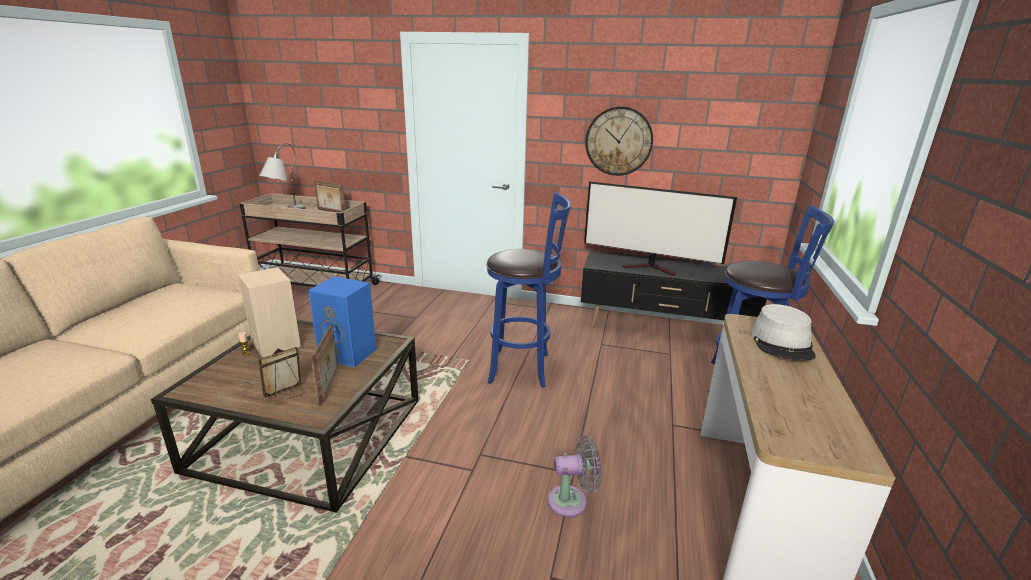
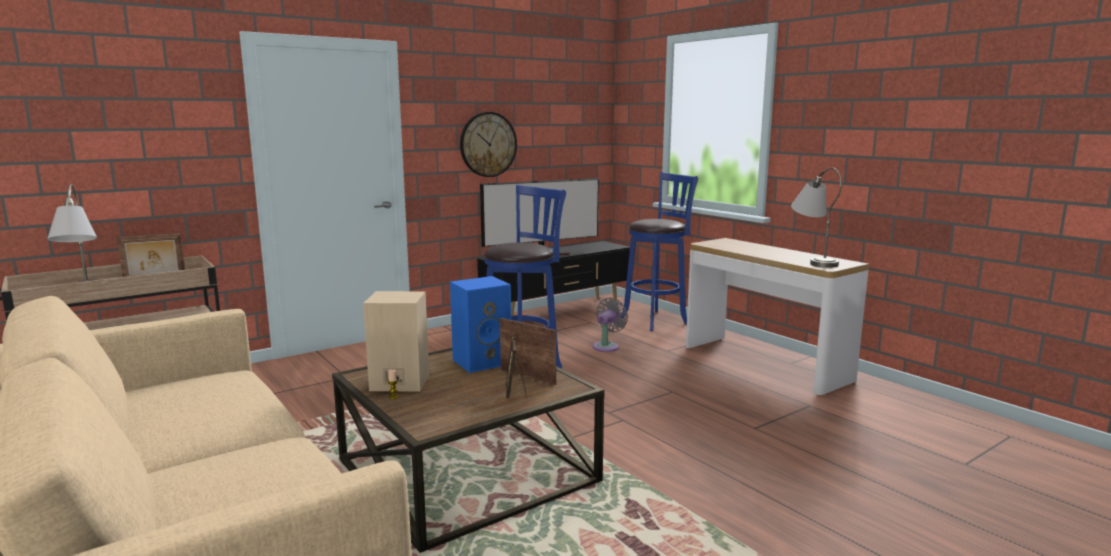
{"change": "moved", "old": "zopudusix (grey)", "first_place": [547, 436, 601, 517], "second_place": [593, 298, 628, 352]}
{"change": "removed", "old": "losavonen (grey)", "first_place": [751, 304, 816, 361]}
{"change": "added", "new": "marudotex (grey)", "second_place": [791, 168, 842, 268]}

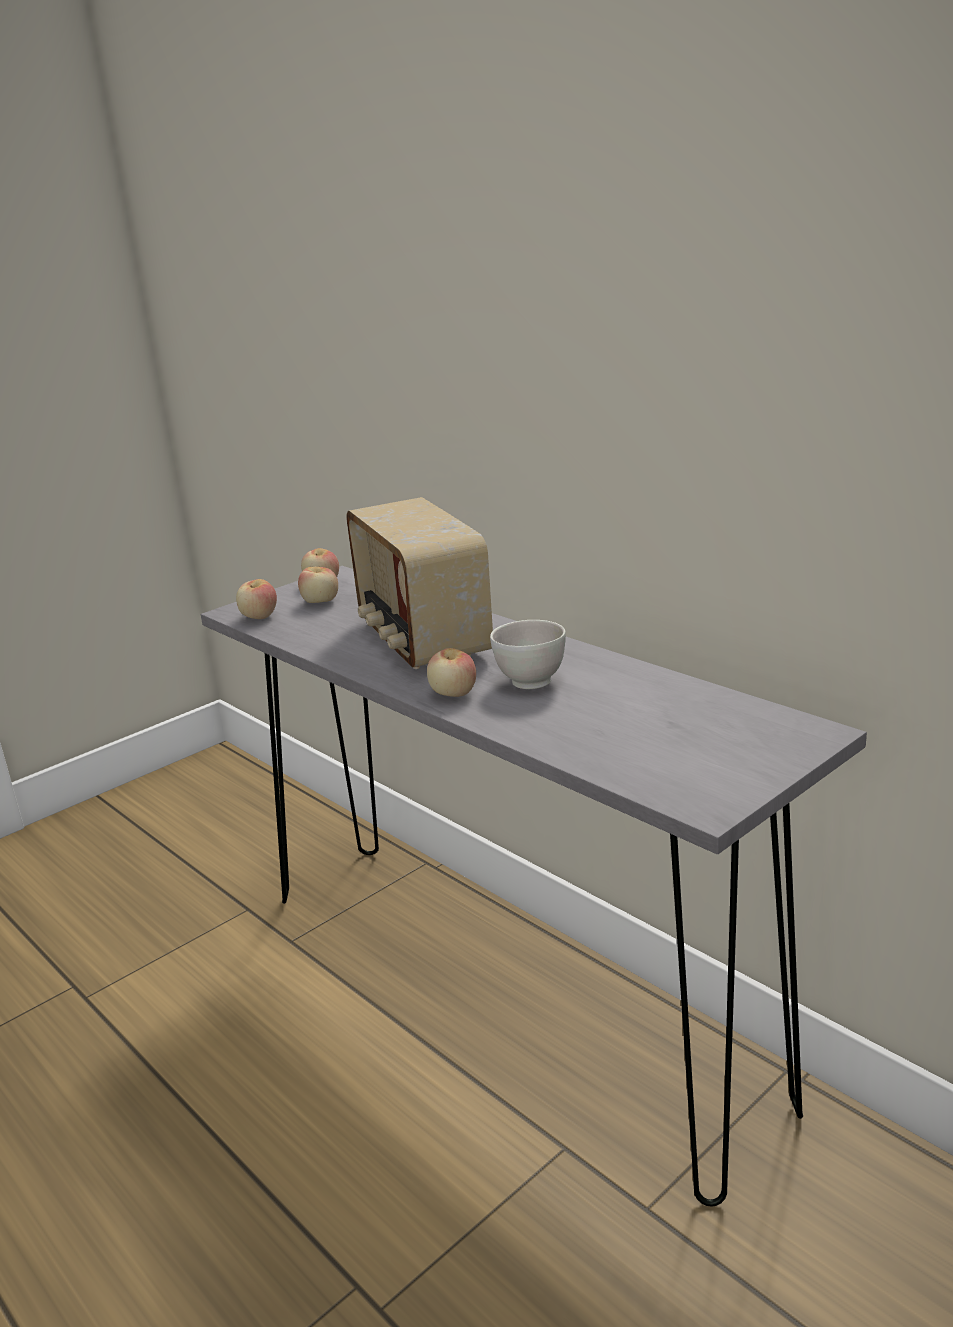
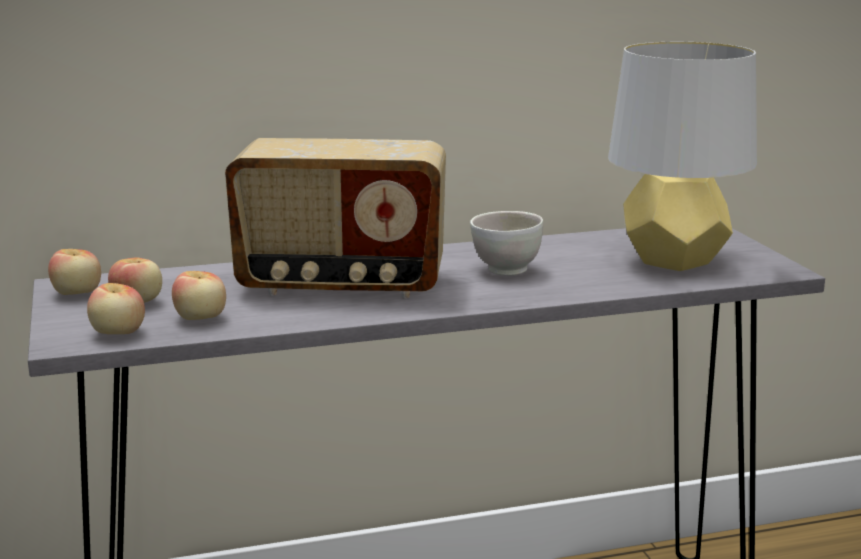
{"change": "moved", "old": "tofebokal", "first_place": [427, 648, 476, 697], "second_place": [172, 271, 226, 320]}
{"change": "added", "new": "marudotex (grey)", "second_place": [608, 42, 757, 271]}

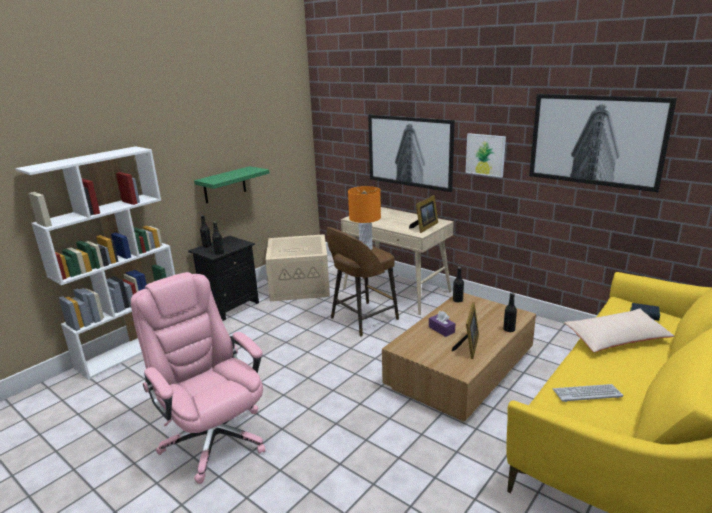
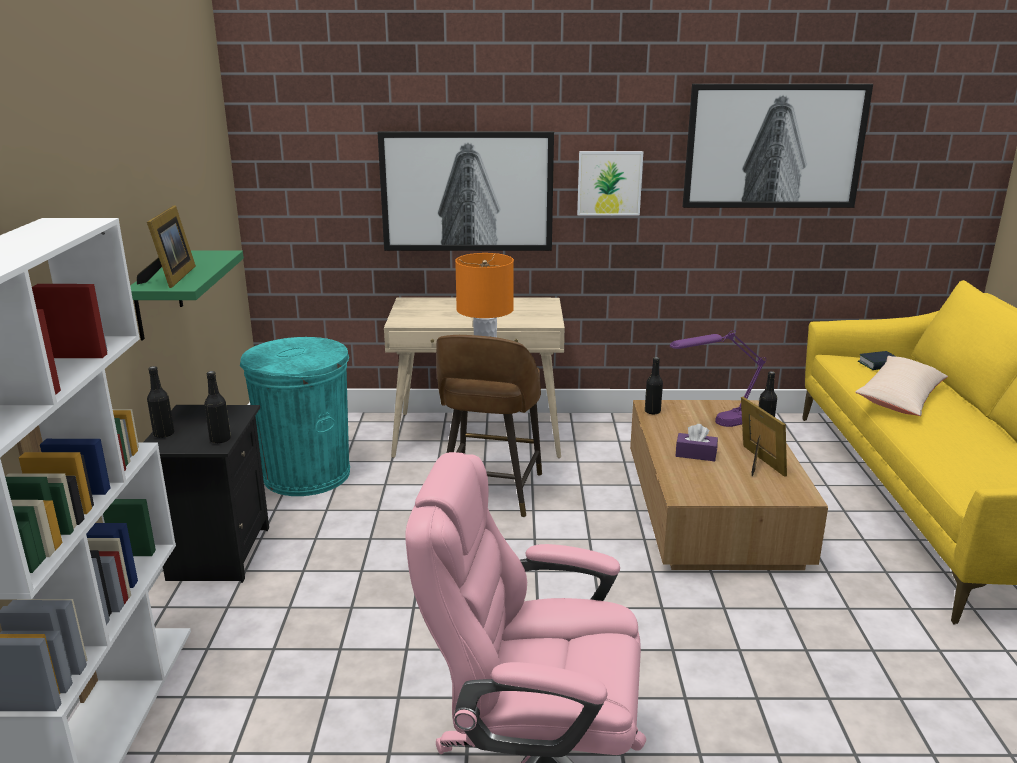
{"change": "replaced", "old": "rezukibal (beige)", "new": "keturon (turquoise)", "first_place": [265, 234, 330, 301], "second_place": [239, 337, 350, 496]}
{"change": "moved", "old": "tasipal", "first_place": [409, 195, 438, 233], "second_place": [137, 205, 196, 288]}
{"change": "removed", "old": "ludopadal", "first_place": [552, 384, 623, 402]}
{"change": "added", "new": "marudotex (purple)", "second_place": [670, 330, 766, 427]}

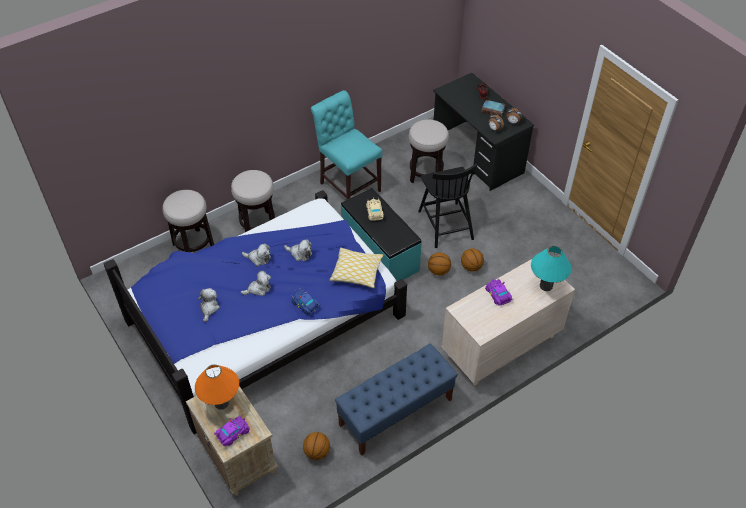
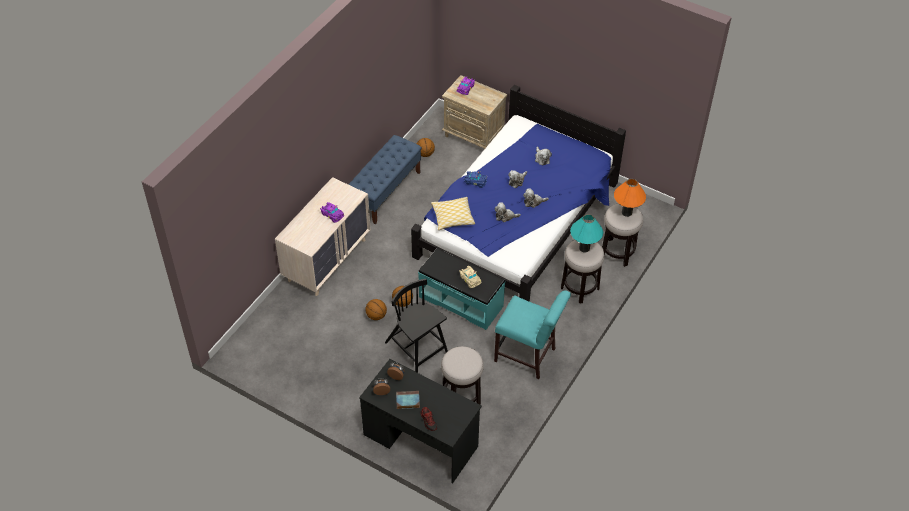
{"change": "moved", "old": "marudotex (orange)", "first_place": [195, 364, 239, 410], "second_place": [614, 179, 646, 217]}
{"change": "moved", "old": "marudotex (turquoise)", "first_place": [531, 246, 572, 291], "second_place": [570, 214, 603, 253]}

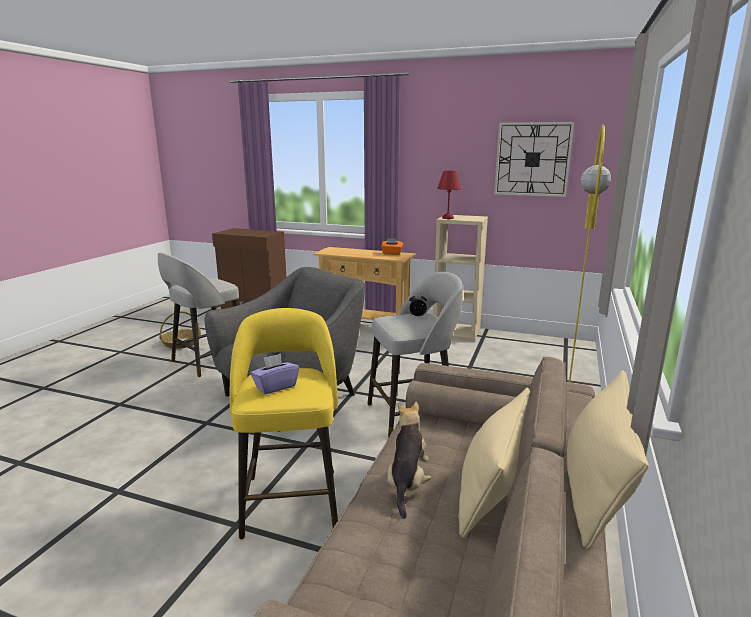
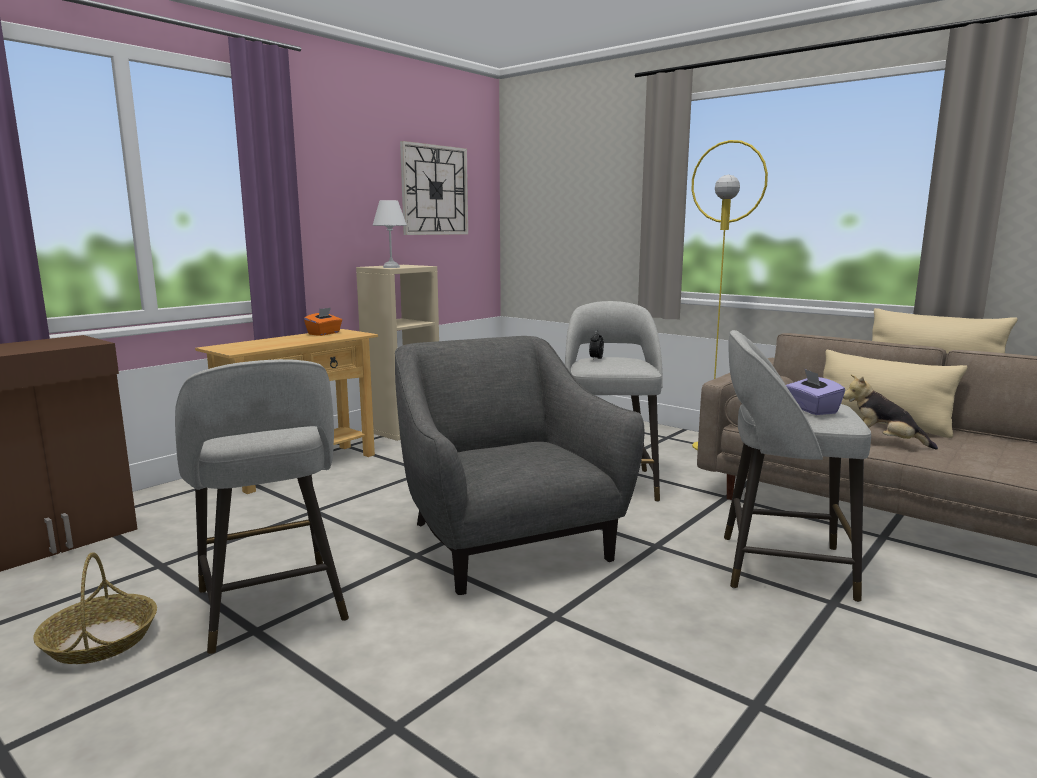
{"change": "recoloured", "old": "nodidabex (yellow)", "new": "nodidabex (grey)", "first_place": [230, 308, 338, 539], "second_place": [724, 330, 871, 602]}
{"change": "recoloured", "old": "marudotex (red)", "new": "marudotex (white)", "first_place": [437, 171, 461, 219], "second_place": [373, 200, 407, 268]}

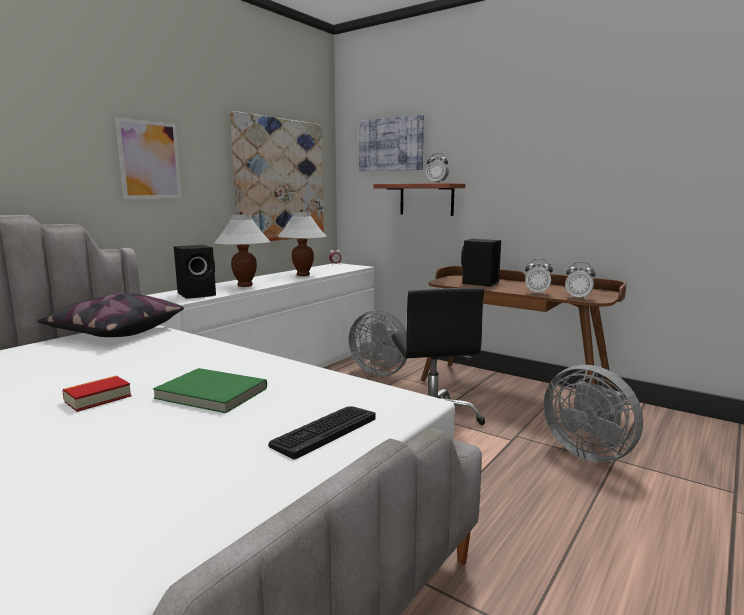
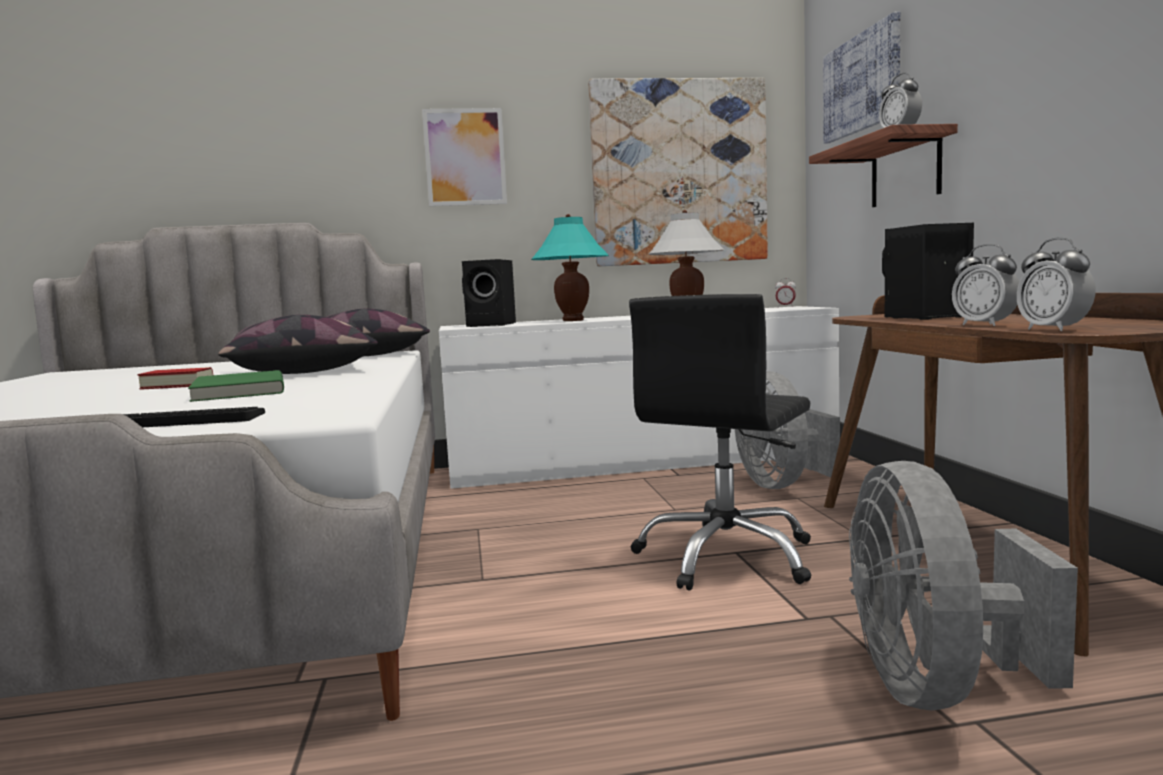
{"change": "recoloured", "old": "marudotex (white)", "new": "marudotex (turquoise)", "first_place": [214, 211, 271, 287], "second_place": [531, 214, 609, 321]}
{"change": "added", "new": "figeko", "second_place": [218, 315, 378, 374]}

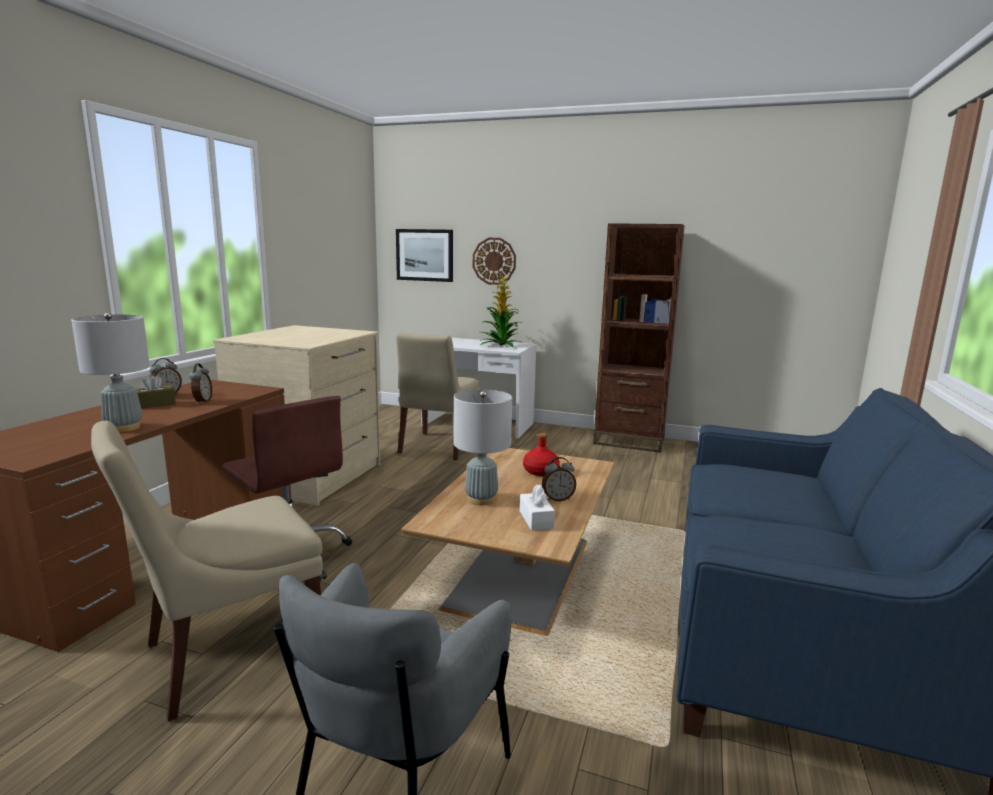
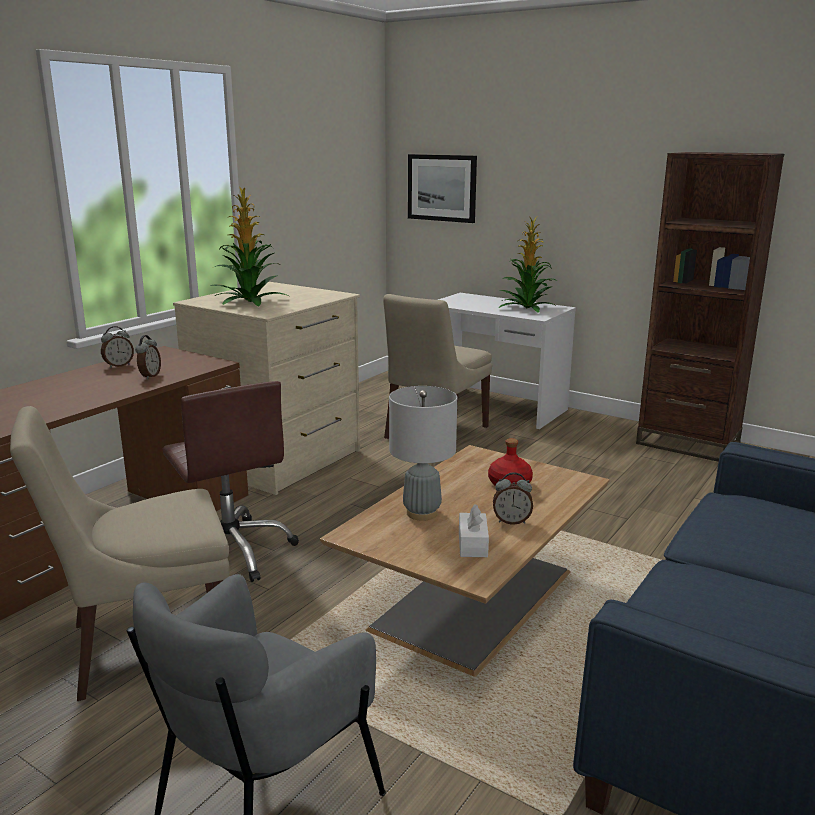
{"change": "removed", "old": "marudotex (grey)", "first_place": [71, 313, 150, 432]}
{"change": "removed", "old": "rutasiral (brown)", "first_place": [136, 374, 176, 408]}
{"change": "removed", "old": "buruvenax", "first_place": [473, 238, 516, 285]}
{"change": "added", "new": "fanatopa", "second_place": [210, 187, 288, 307]}

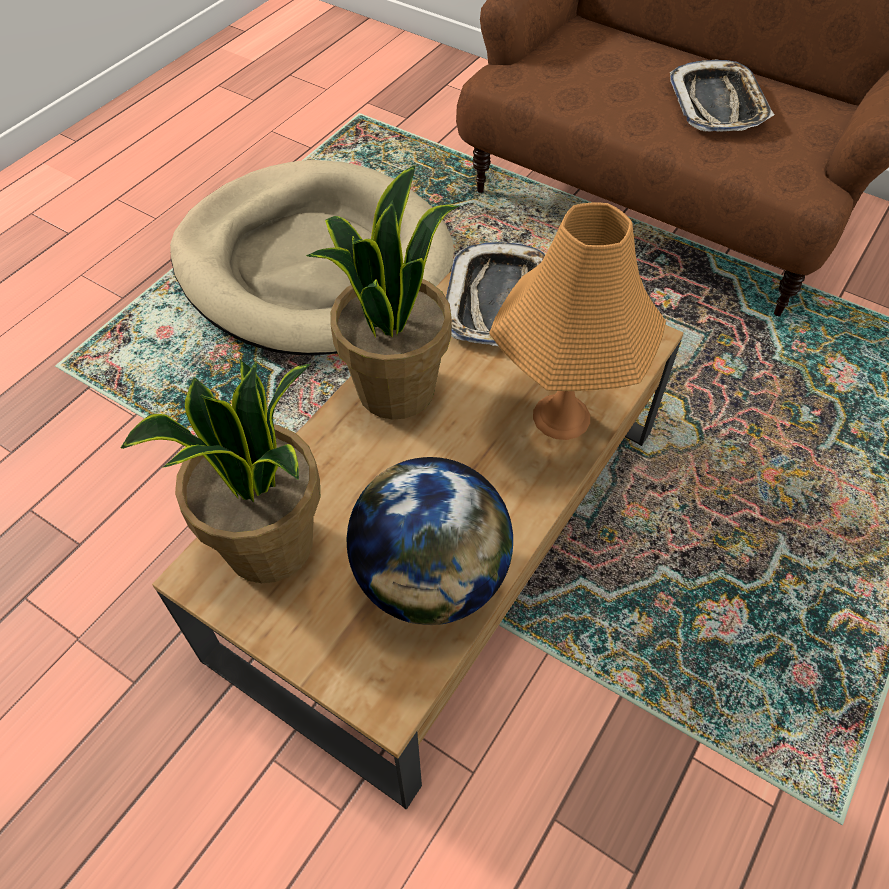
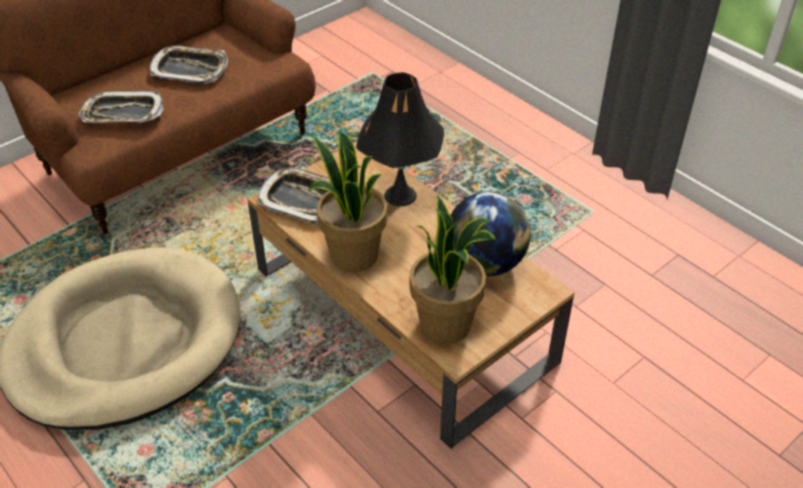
{"change": "recoloured", "old": "marudotex (orange)", "new": "marudotex (black)", "first_place": [489, 203, 666, 440], "second_place": [356, 72, 444, 206]}
{"change": "added", "new": "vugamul", "second_place": [79, 90, 164, 123]}

